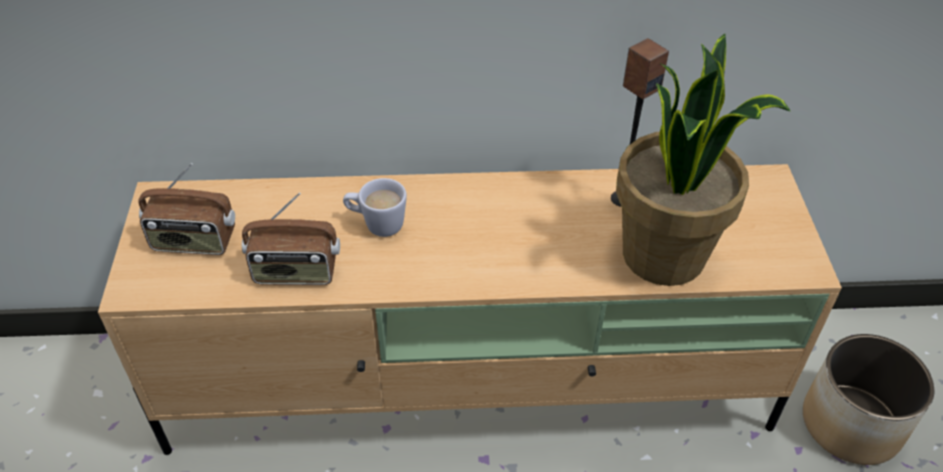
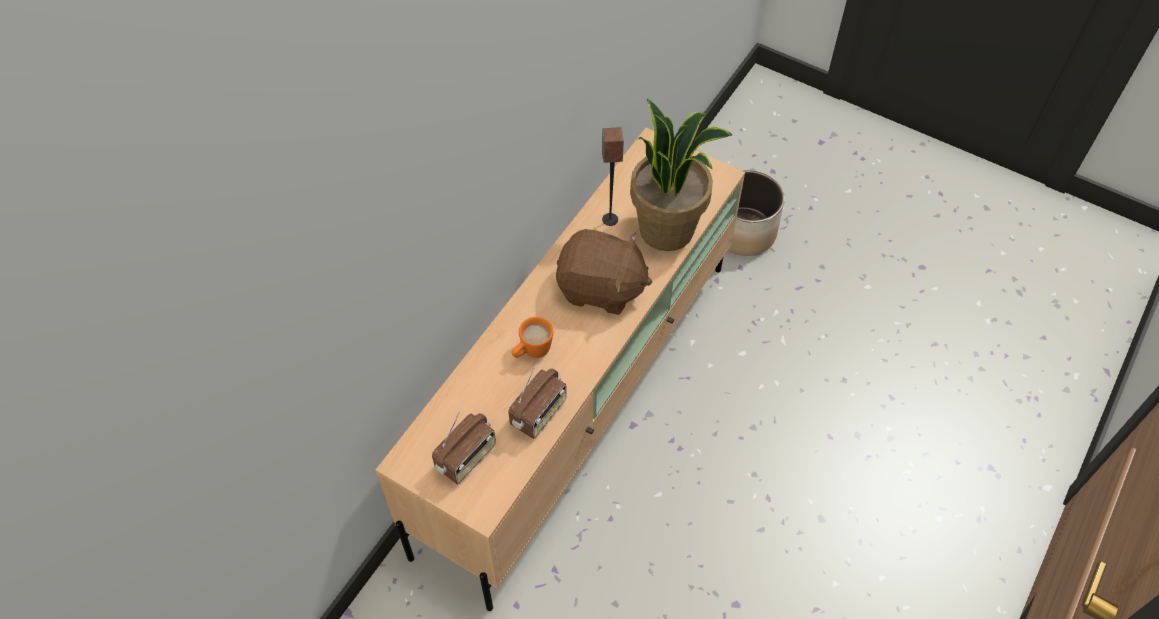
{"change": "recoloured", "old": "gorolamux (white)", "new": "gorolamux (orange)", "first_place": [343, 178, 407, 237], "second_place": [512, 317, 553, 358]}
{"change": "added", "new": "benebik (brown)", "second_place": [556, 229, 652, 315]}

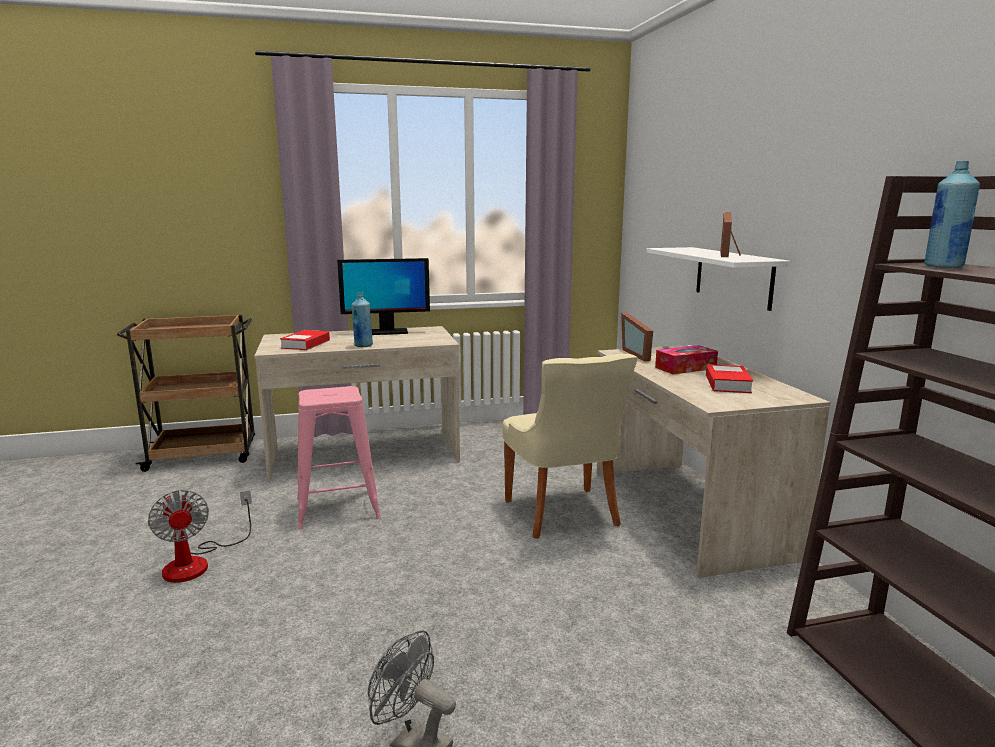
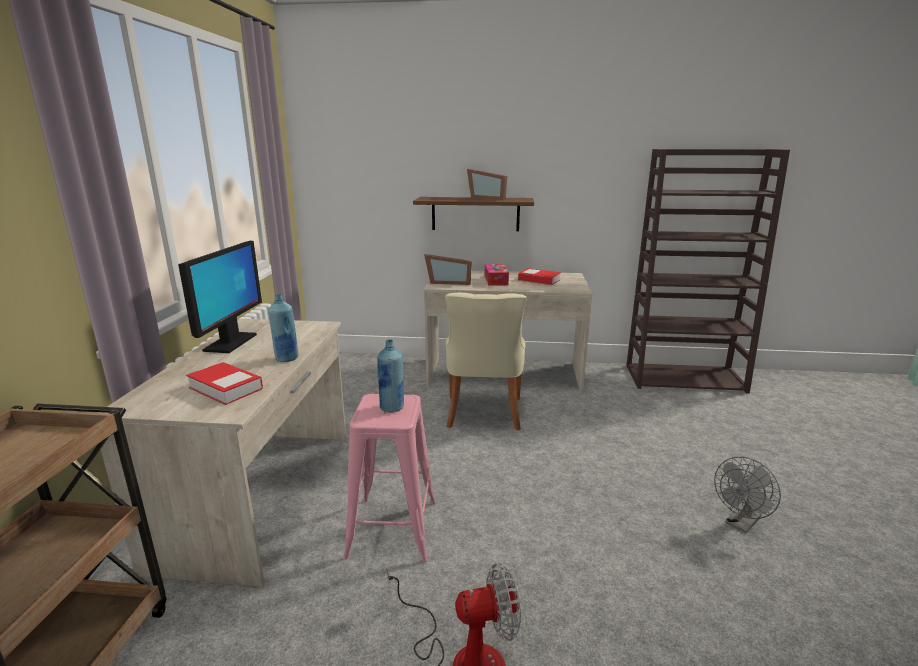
{"change": "turned", "old": "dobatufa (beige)", "first_place": [502, 354, 638, 539], "second_place": [445, 293, 526, 430], "degrees": 90}
{"change": "recoloured", "old": "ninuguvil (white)", "new": "ninuguvil (brown)", "first_place": [646, 247, 790, 311], "second_place": [413, 197, 534, 231]}
{"change": "moved", "old": "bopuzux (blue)", "first_place": [924, 161, 980, 268], "second_place": [377, 339, 404, 412]}

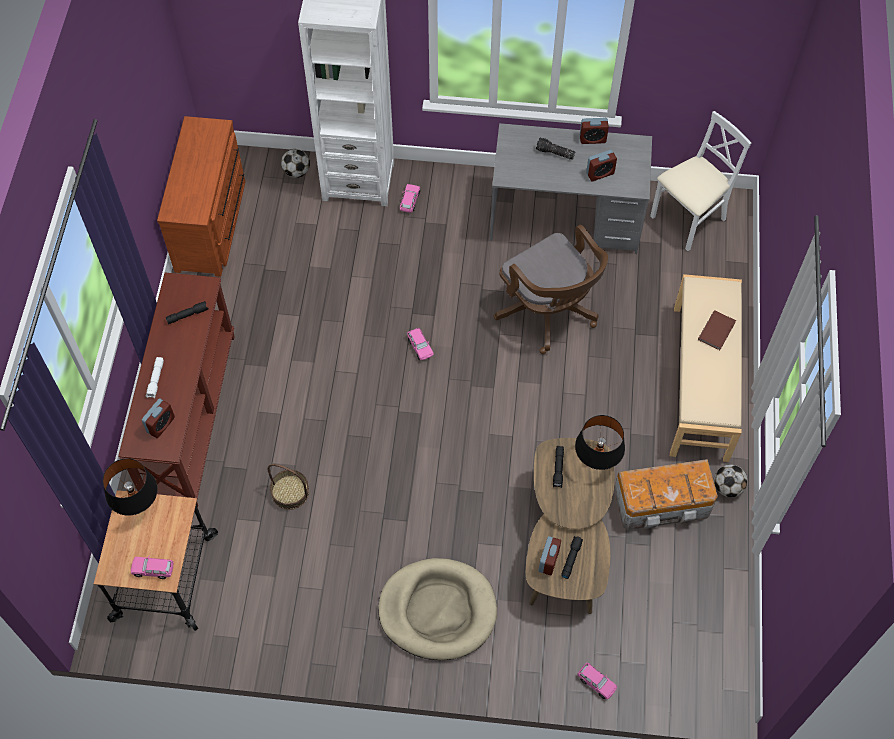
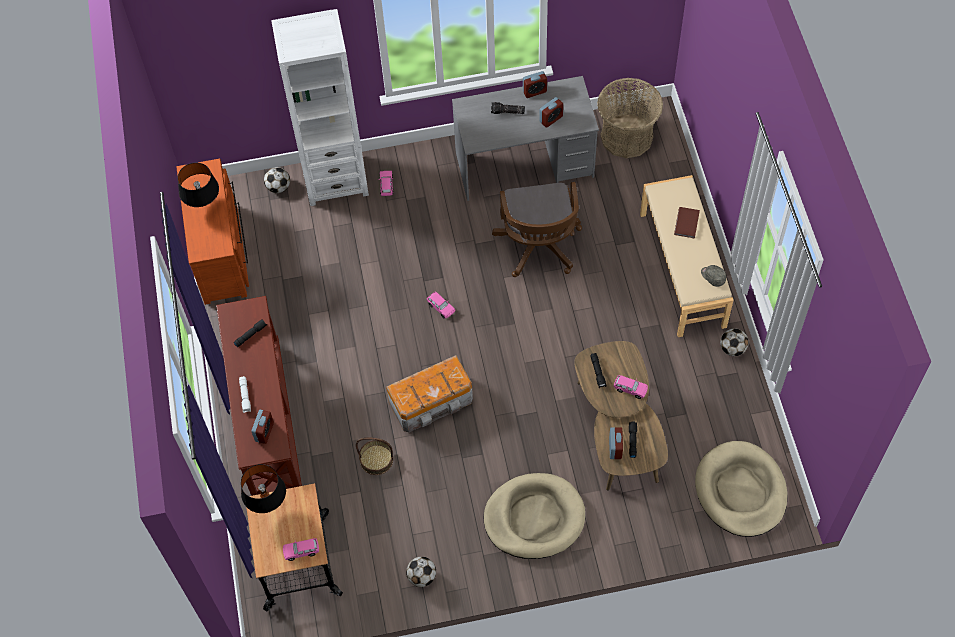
{"change": "turned", "old": "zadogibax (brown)", "first_place": [493, 225, 608, 354], "second_place": [492, 182, 582, 277], "degrees": 45}
{"change": "moved", "old": "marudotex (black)", "first_place": [575, 415, 625, 470], "second_place": [178, 163, 219, 207]}
{"change": "moved", "old": "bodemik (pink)", "first_place": [578, 663, 617, 699], "second_place": [614, 375, 648, 399]}
{"change": "moved", "old": "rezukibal", "first_place": [614, 459, 718, 530], "second_place": [386, 355, 473, 432]}
{"change": "replaced", "old": "dobatufa (white)", "new": "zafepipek", "first_place": [650, 111, 751, 251], "second_place": [597, 78, 663, 158]}
{"change": "added", "new": "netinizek", "second_place": [406, 556, 436, 587]}
{"change": "added", "new": "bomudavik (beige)", "second_place": [695, 441, 788, 537]}
{"change": "added", "new": "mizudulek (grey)", "second_place": [701, 265, 726, 287]}

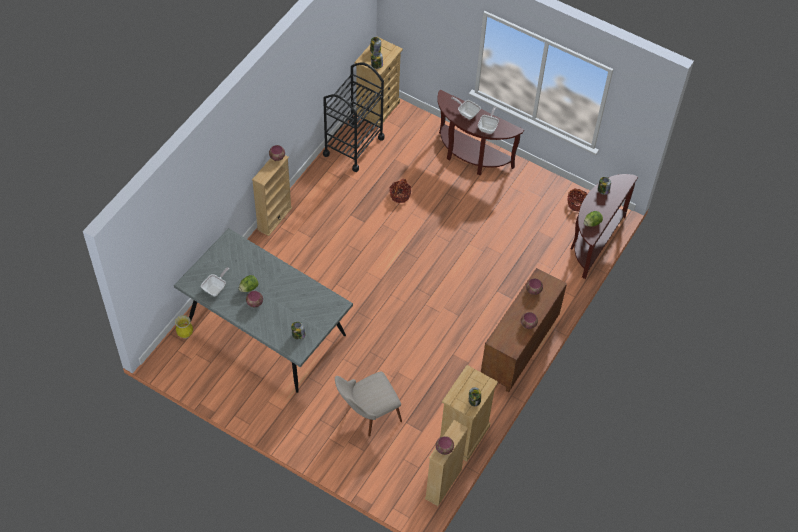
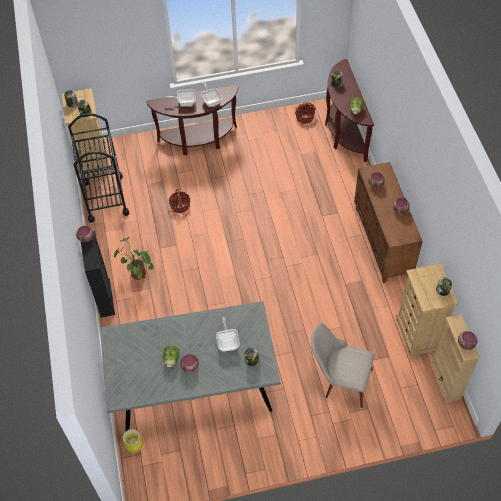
{"change": "moved", "old": "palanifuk", "first_place": [201, 267, 230, 296], "second_place": [216, 317, 240, 352]}
{"change": "recoloured", "old": "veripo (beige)", "new": "veripo (black)", "first_place": [252, 155, 292, 236], "second_place": [81, 231, 115, 318]}
{"change": "turned", "old": "dobatufa (beige)", "first_place": [335, 371, 402, 436], "second_place": [311, 323, 375, 408], "degrees": 90}
{"change": "added", "new": "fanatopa", "second_place": [114, 237, 154, 280]}

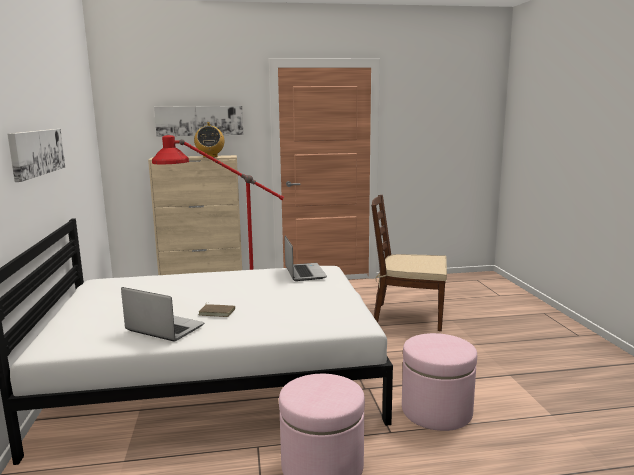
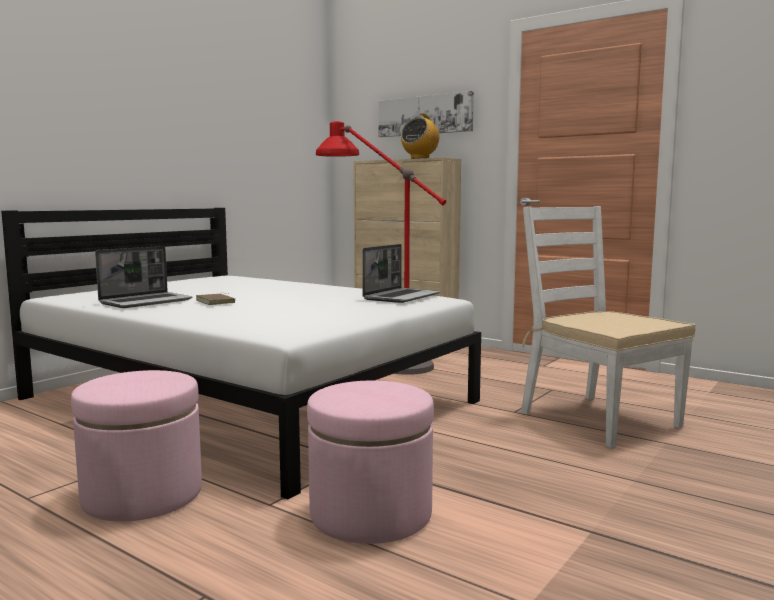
{"change": "removed", "old": "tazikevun", "first_place": [7, 129, 65, 182]}
{"change": "turned", "old": "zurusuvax", "first_place": [121, 287, 204, 341], "second_place": [95, 246, 193, 308], "degrees": 60}
{"change": "recoloured", "old": "dobatufa (brown)", "new": "dobatufa (white)", "first_place": [371, 195, 447, 331], "second_place": [521, 206, 696, 448]}

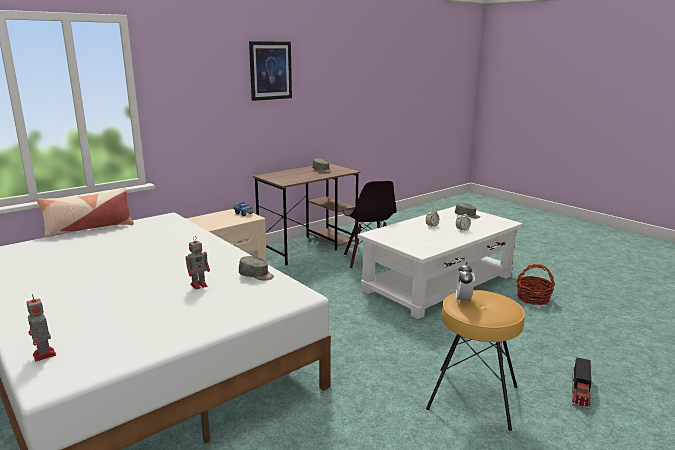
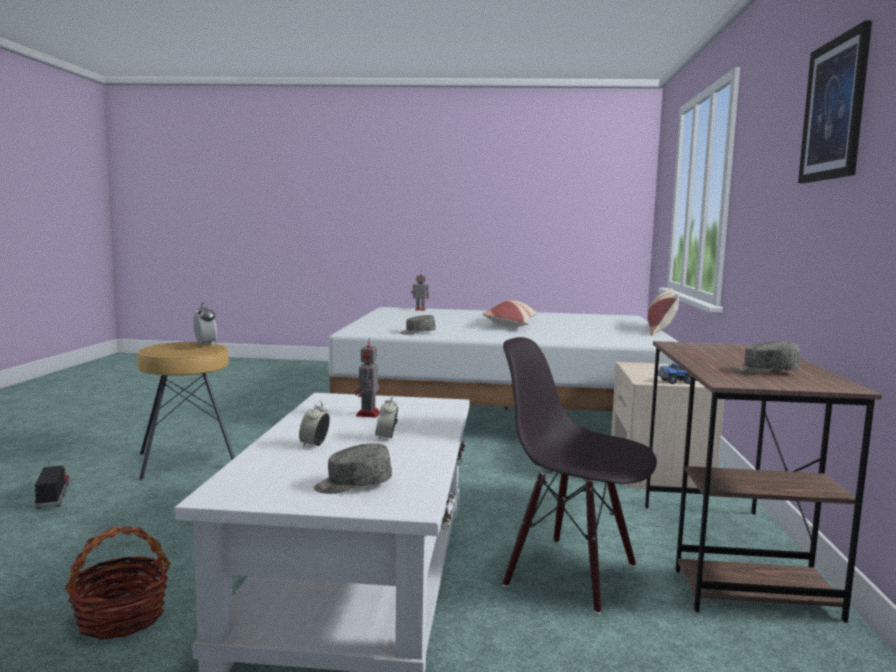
{"change": "moved", "old": "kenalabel", "first_place": [186, 236, 210, 290], "second_place": [355, 339, 380, 418]}
{"change": "added", "new": "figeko", "second_place": [482, 300, 538, 328]}

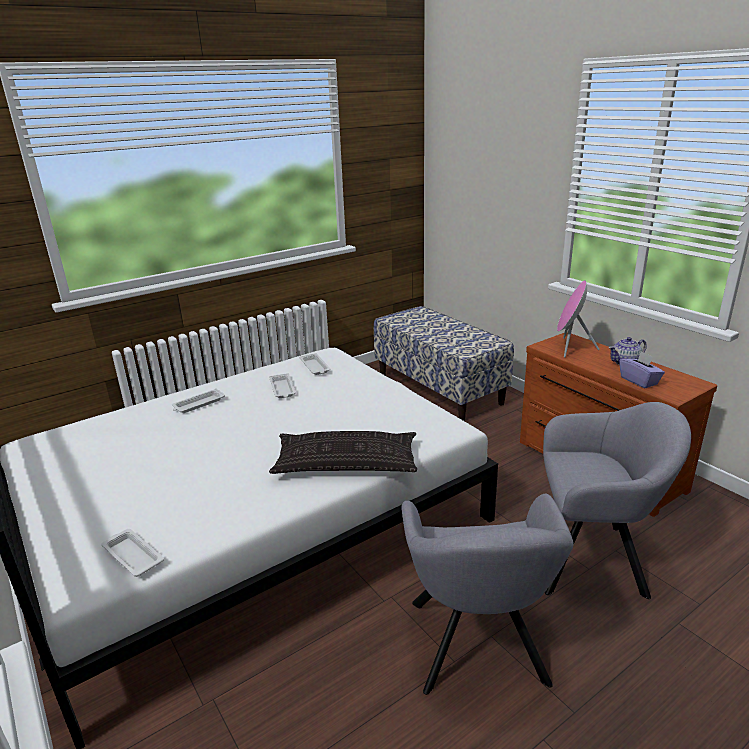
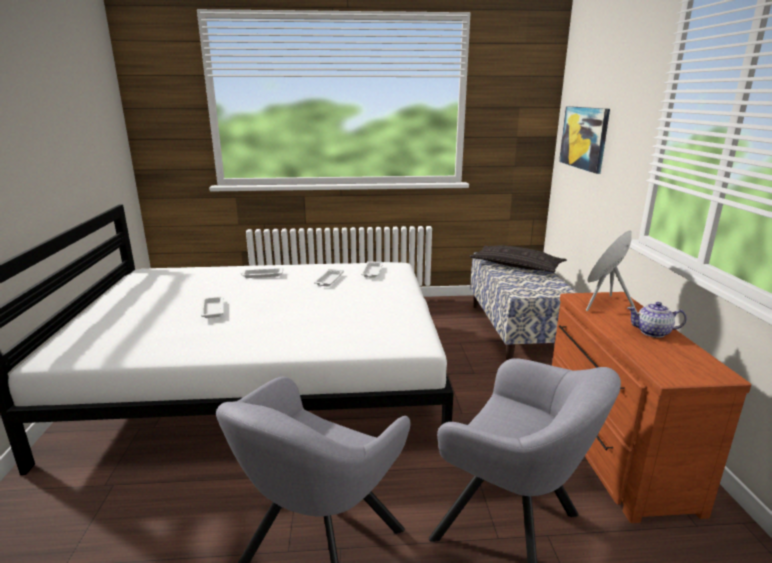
{"change": "moved", "old": "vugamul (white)", "first_place": [101, 529, 164, 577], "second_place": [201, 296, 224, 318]}
{"change": "moved", "old": "figeko", "first_place": [269, 431, 417, 474], "second_place": [469, 245, 567, 272]}
{"change": "removed", "old": "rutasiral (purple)", "first_place": [619, 351, 665, 388]}
{"change": "added", "new": "tazikevun", "second_place": [559, 106, 610, 174]}

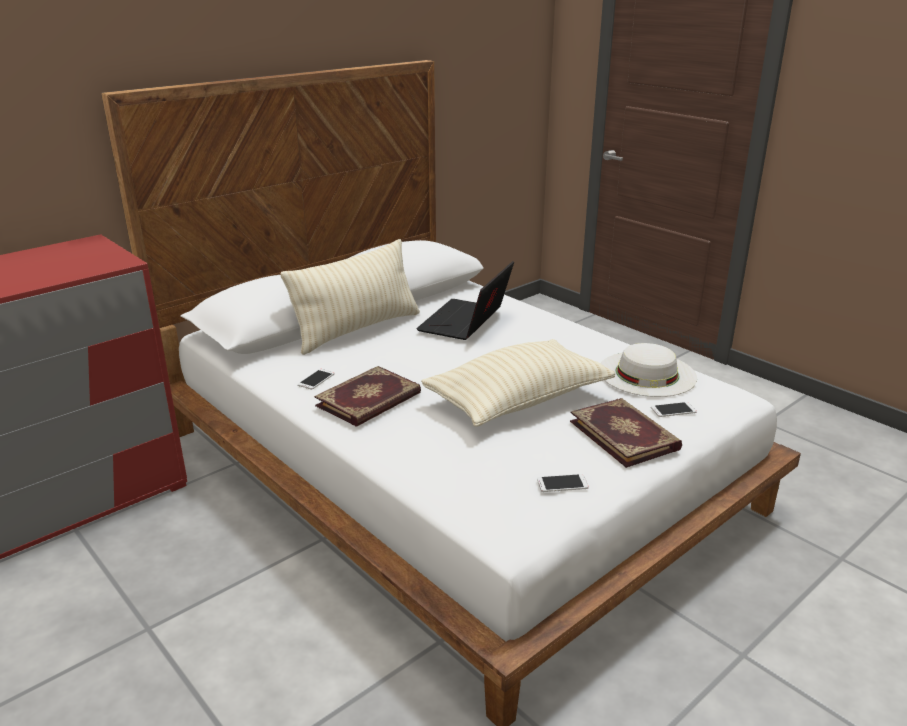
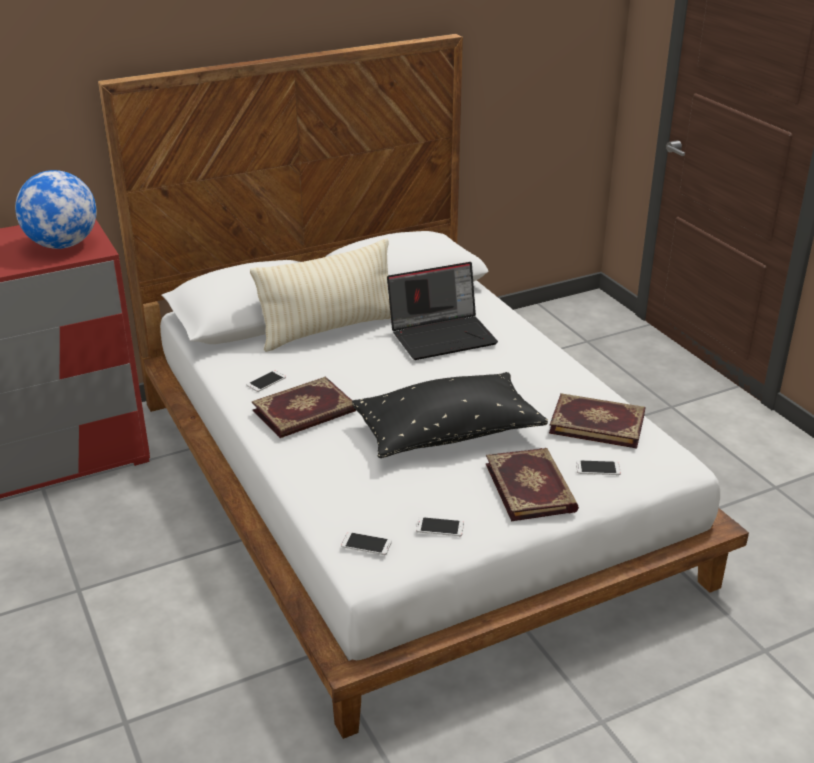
{"change": "turned", "old": "zurusuvax", "first_place": [416, 261, 514, 340], "second_place": [387, 262, 498, 360], "degrees": -150}
{"change": "recoloured", "old": "figeko (beige)", "new": "figeko (black)", "first_place": [421, 339, 615, 427], "second_place": [352, 372, 548, 458]}
{"change": "replaced", "old": "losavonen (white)", "new": "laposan", "first_place": [600, 343, 697, 397], "second_place": [549, 393, 646, 448]}
{"change": "added", "new": "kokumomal", "second_place": [15, 170, 96, 249]}
{"change": "added", "new": "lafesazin", "second_place": [341, 532, 392, 555]}

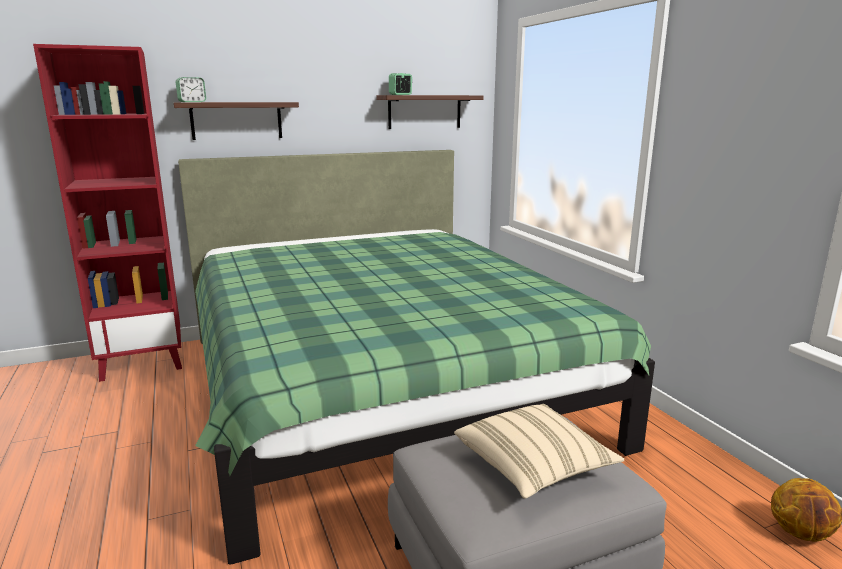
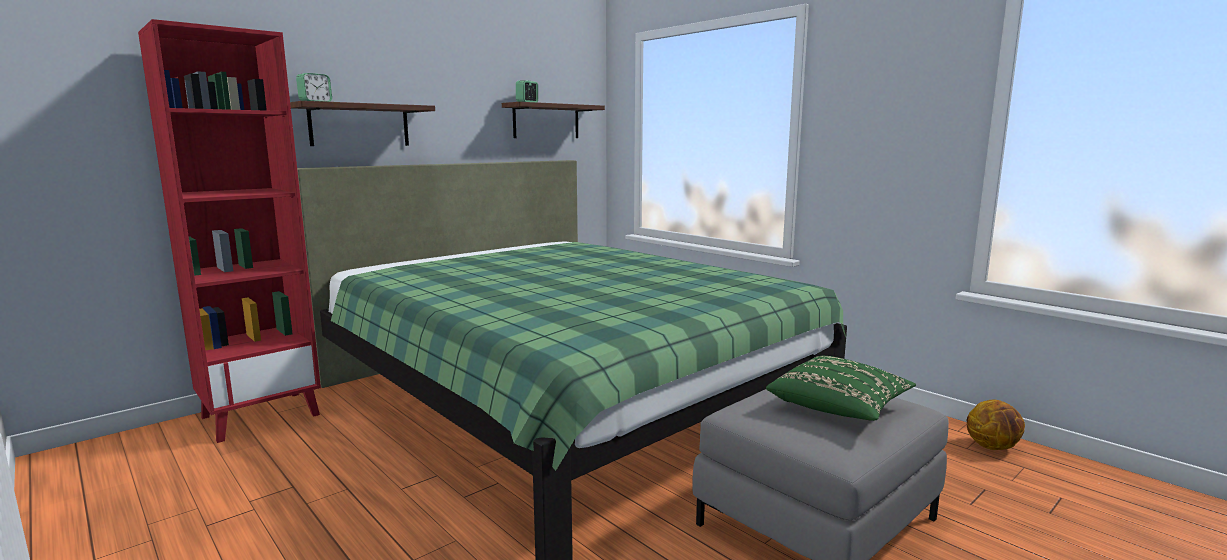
{"change": "recoloured", "old": "figeko (beige)", "new": "figeko (green)", "first_place": [454, 404, 624, 498], "second_place": [766, 356, 916, 421]}

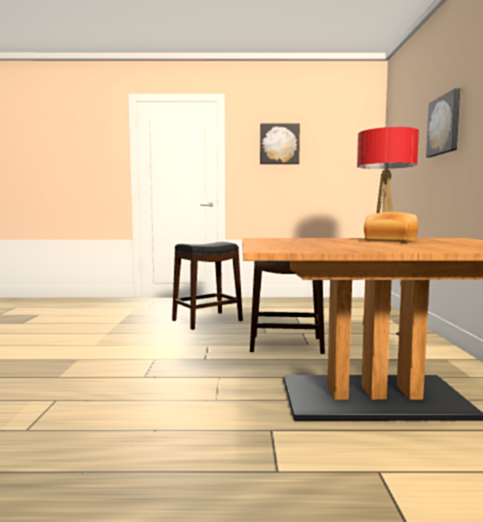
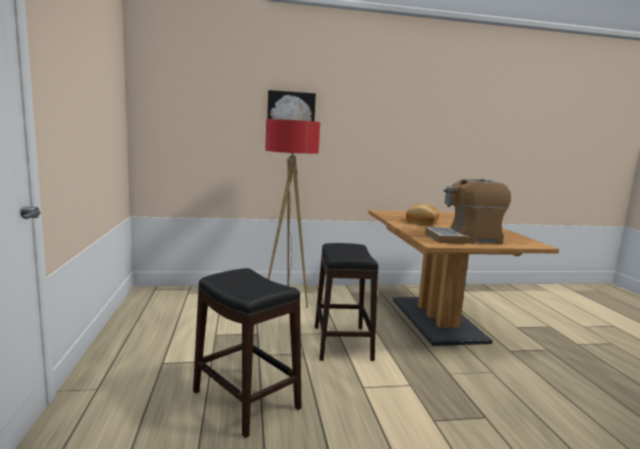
{"change": "removed", "old": "tazikevun", "first_place": [260, 124, 300, 164]}
{"change": "added", "new": "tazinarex", "second_place": [425, 179, 511, 244]}

